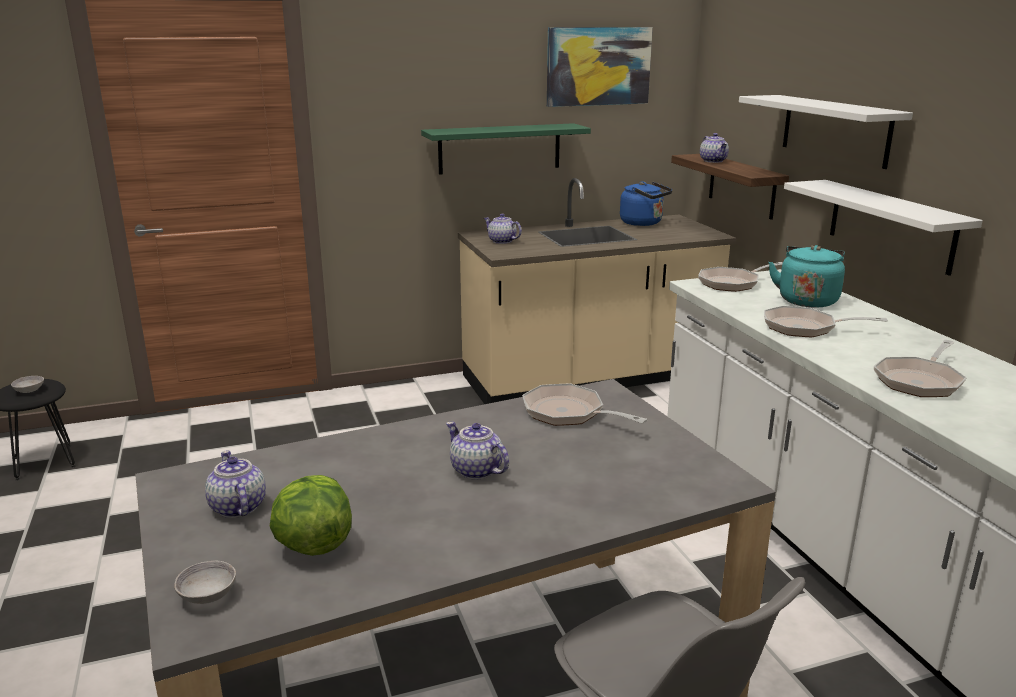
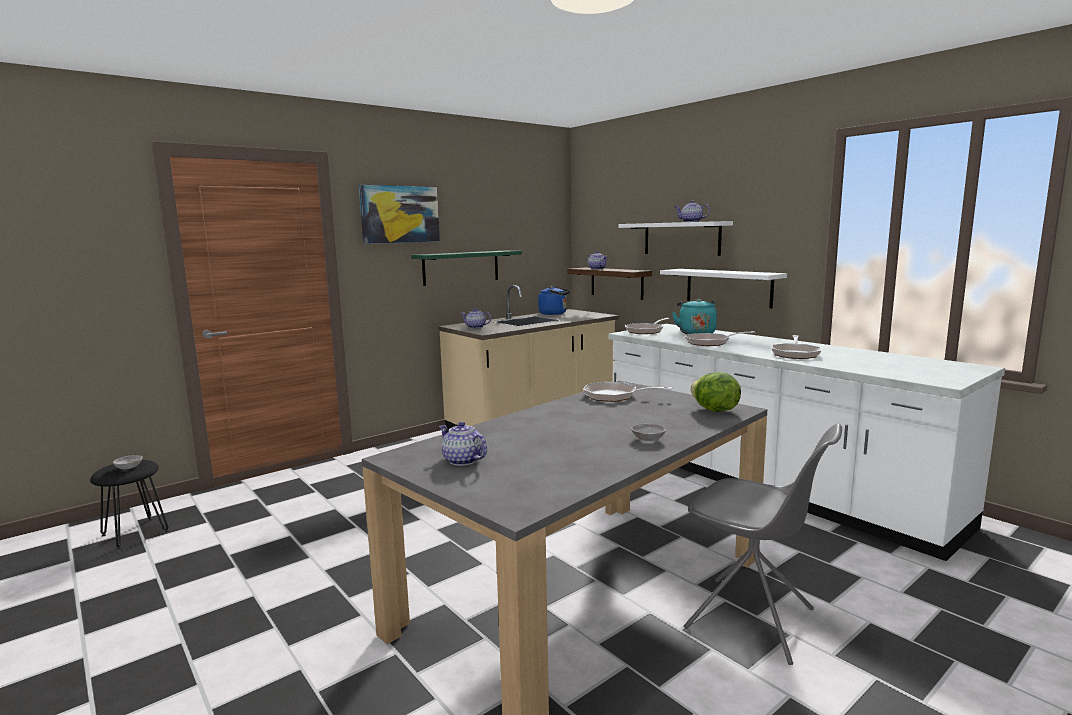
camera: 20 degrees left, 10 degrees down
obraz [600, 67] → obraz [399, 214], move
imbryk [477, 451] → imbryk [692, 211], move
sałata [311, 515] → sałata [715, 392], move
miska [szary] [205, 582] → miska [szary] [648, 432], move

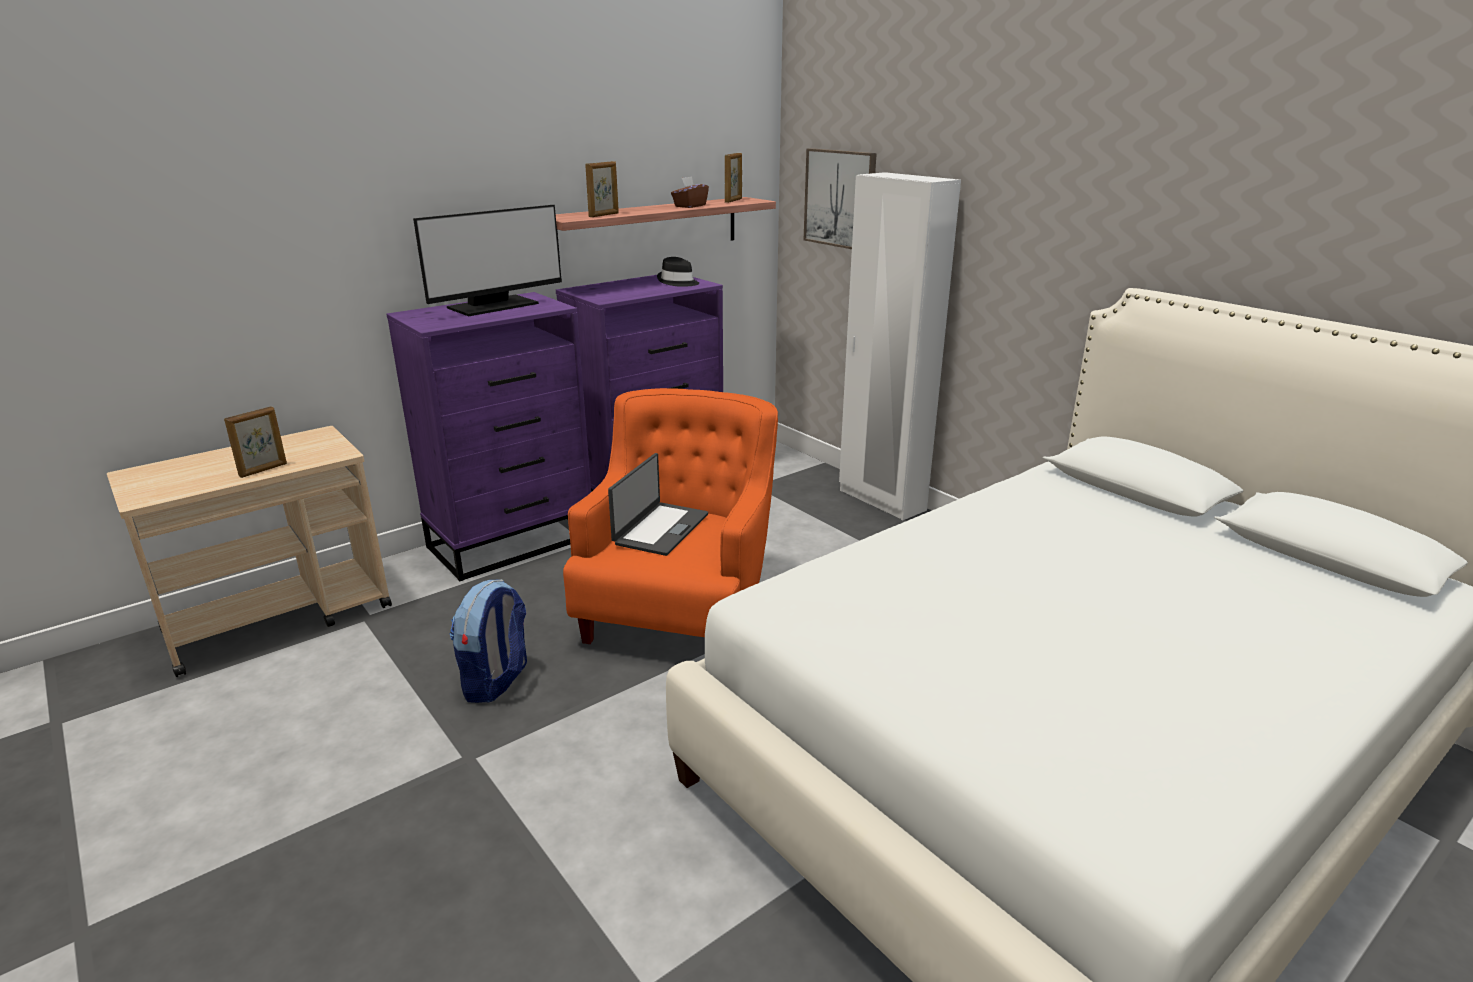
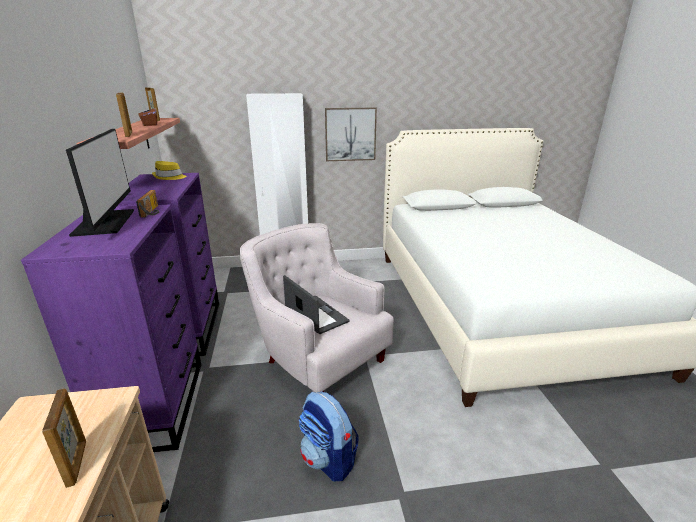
camera: 60 degrees left, 0 degrees up
obraz [840, 198] → obraz [351, 134], move
kapelusz [czarny] [678, 272] → kapelusz [żółty] [169, 170]
fotel [pomarańczowy] [670, 516] → fotel [biały] [317, 307]
- → radio [147, 204]

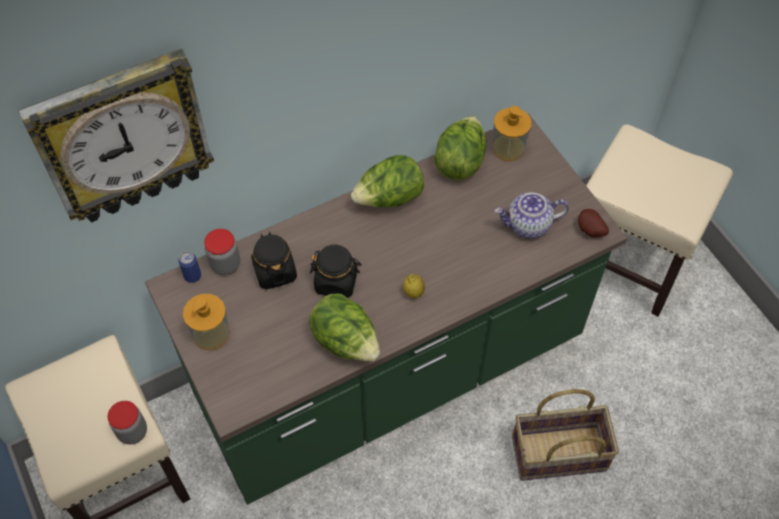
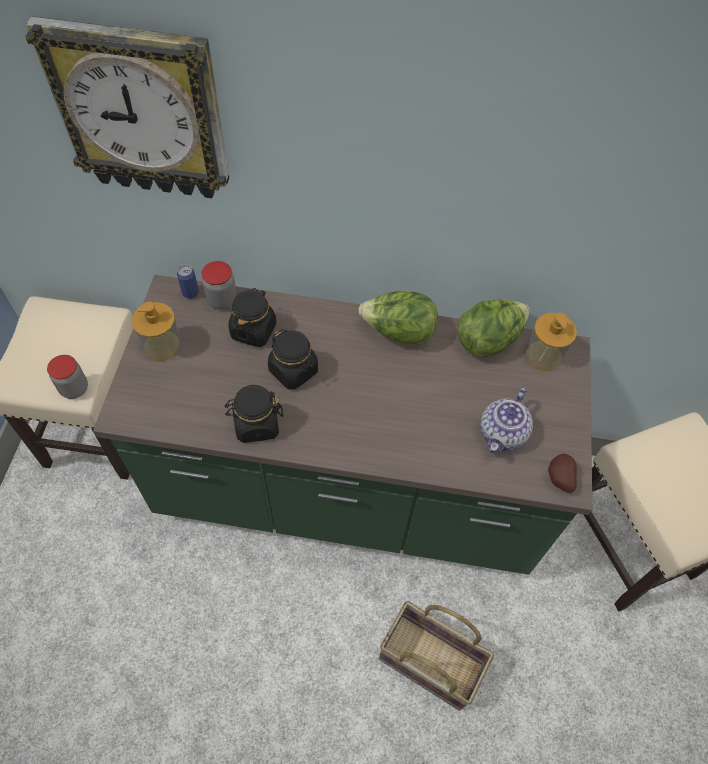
camera: 35 degrees right, 0 degrees up
imbryk [532, 215] → imbryk [506, 420], 90 degrees counterclockwise
cytryna [414, 286] → -
sałata [344, 327] → słoik [czarny] [254, 414]

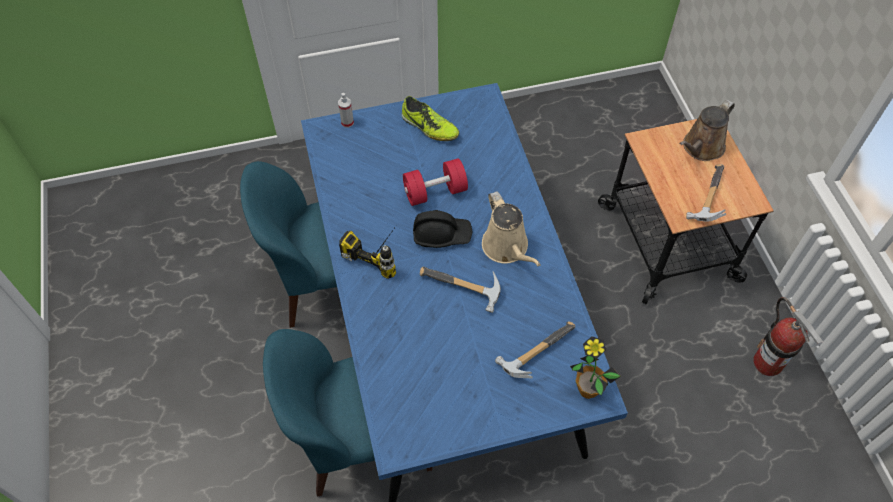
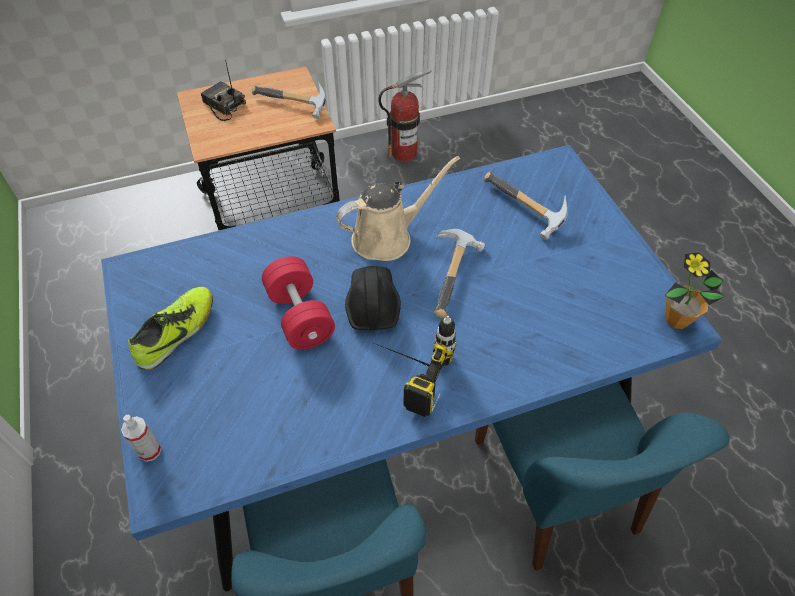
camera: 95 degrees left, 5 degrees down
konewka [brązowy] [707, 130] → radio [223, 90]
roślina doniczkowa [595, 367] → roślina doniczkowa [695, 290], move

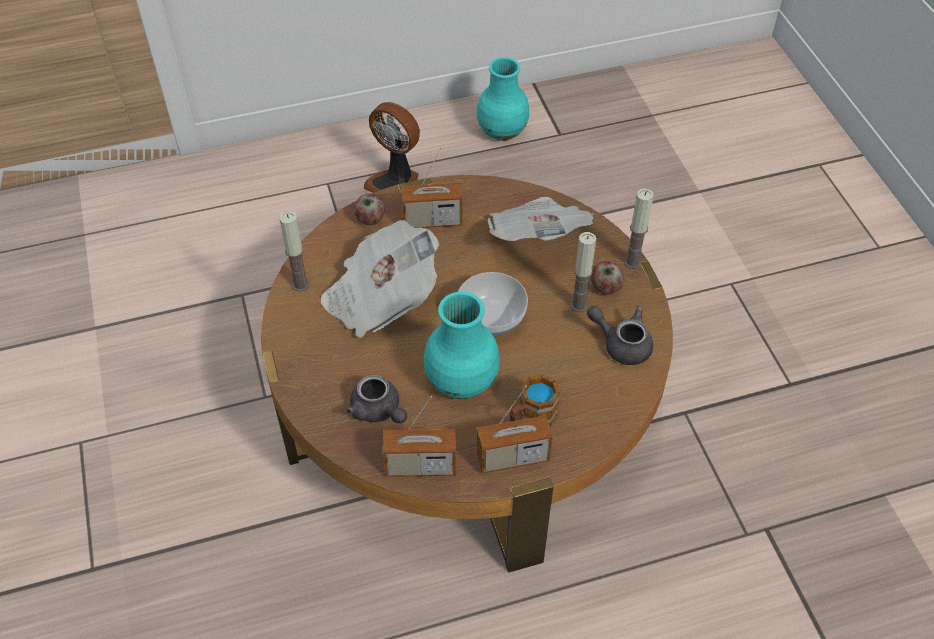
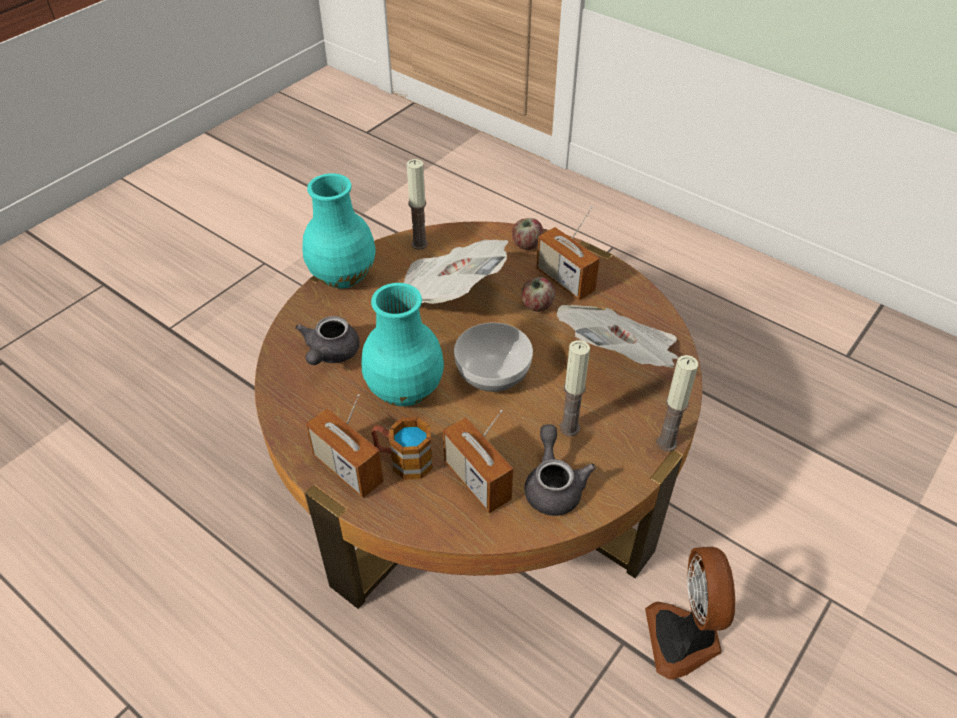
camera: 55 degrees right, 5 degrees down
wazon [turkusowy] [503, 99] → wazon [turkusowy] [338, 231], move
wentylator [392, 147] → wentylator [690, 613], move
jabłko [607, 277] → jabłko [538, 294], move
radio [419, 436] → radio [478, 461], move

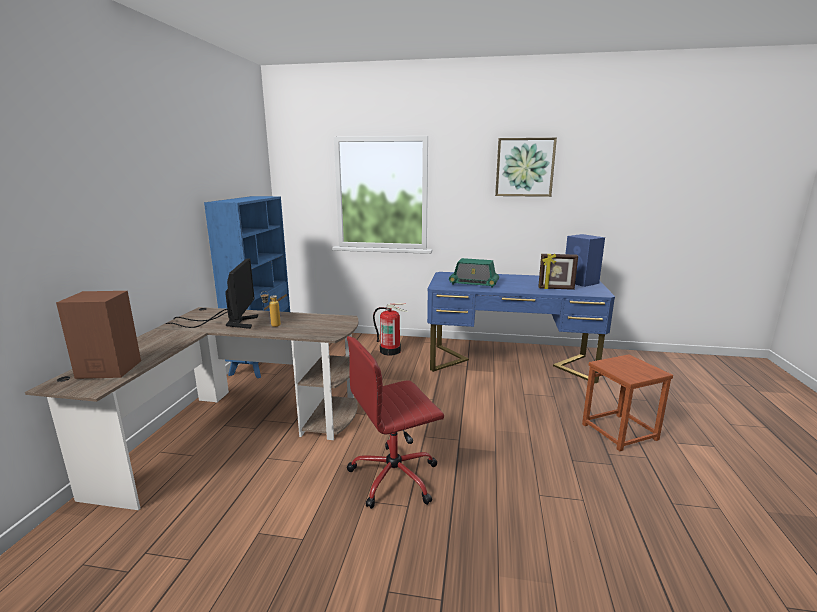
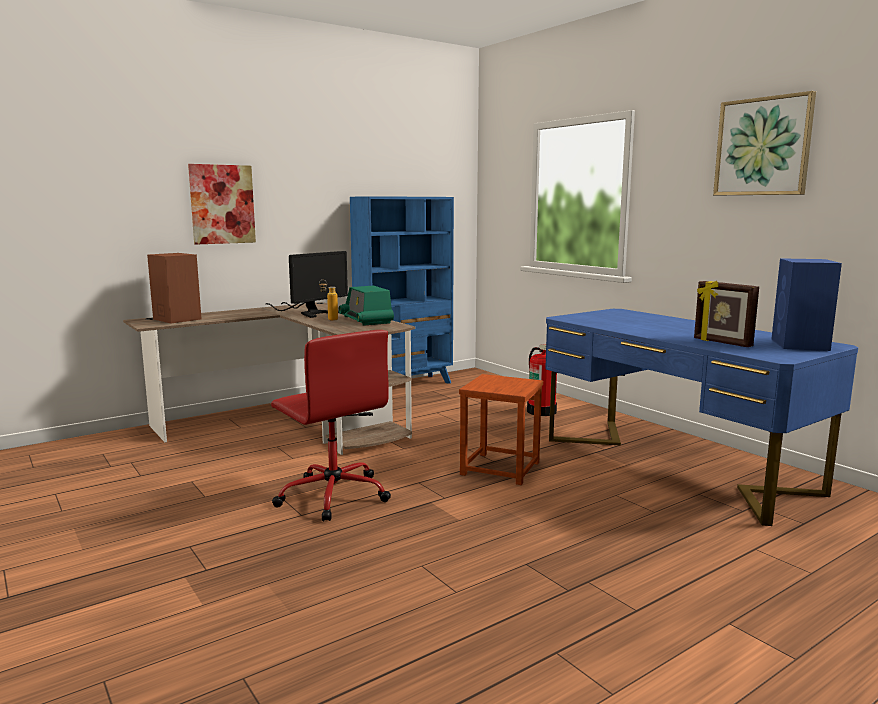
camera: 45 degrees right, 5 degrees down
radio [474, 273] → radio [366, 306], move
krzesło biurowe [czerwony] [395, 422] → krzesło biurowe [czerwony] [331, 425], 150 degrees counterclockwise
stołek [brązowy] [627, 402] → stołek [brązowy] [501, 429], move
- → obraz [222, 204]

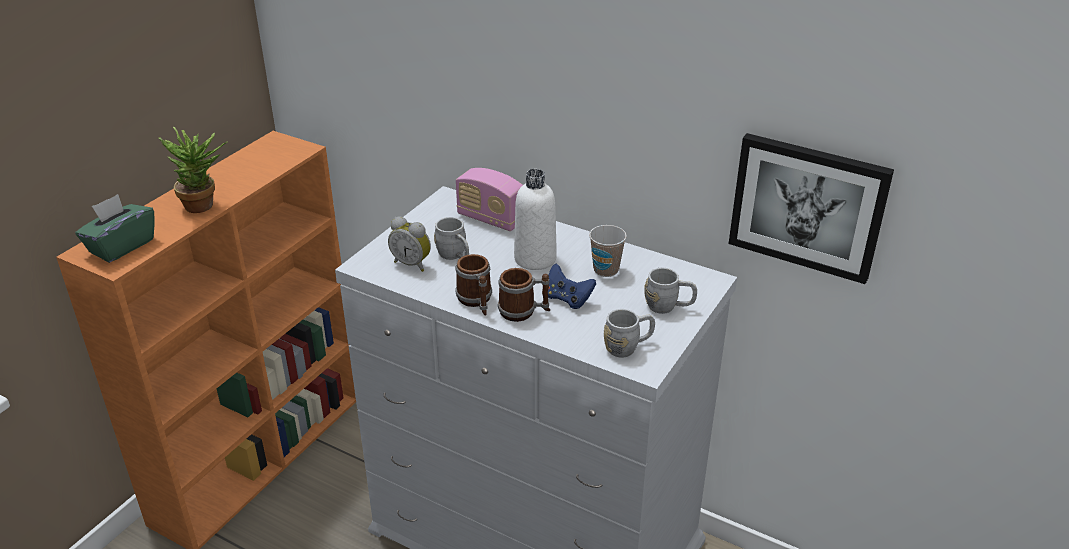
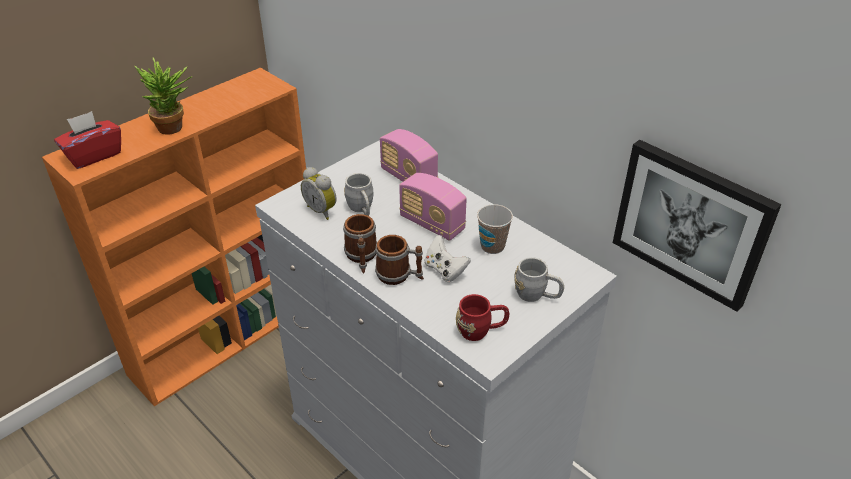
camera: 15 degrees right, 5 degrees up
butelka [biały] [535, 219] → radio [433, 207]
pudełko chusteczek [zielony] [114, 228] → pudełko chusteczek [czerwony] [87, 140]
pad do gier [niebieski] [572, 286] → pad do gier [biały] [447, 258]
kubek [szary] [629, 333] → kubek [czerwony] [482, 317]

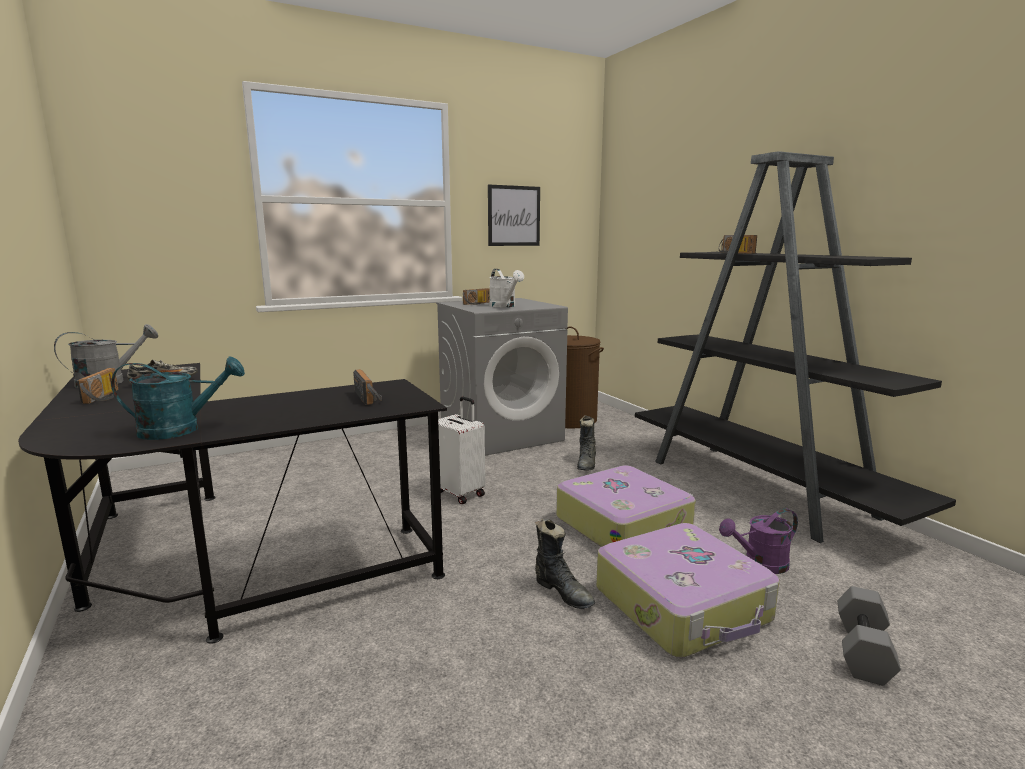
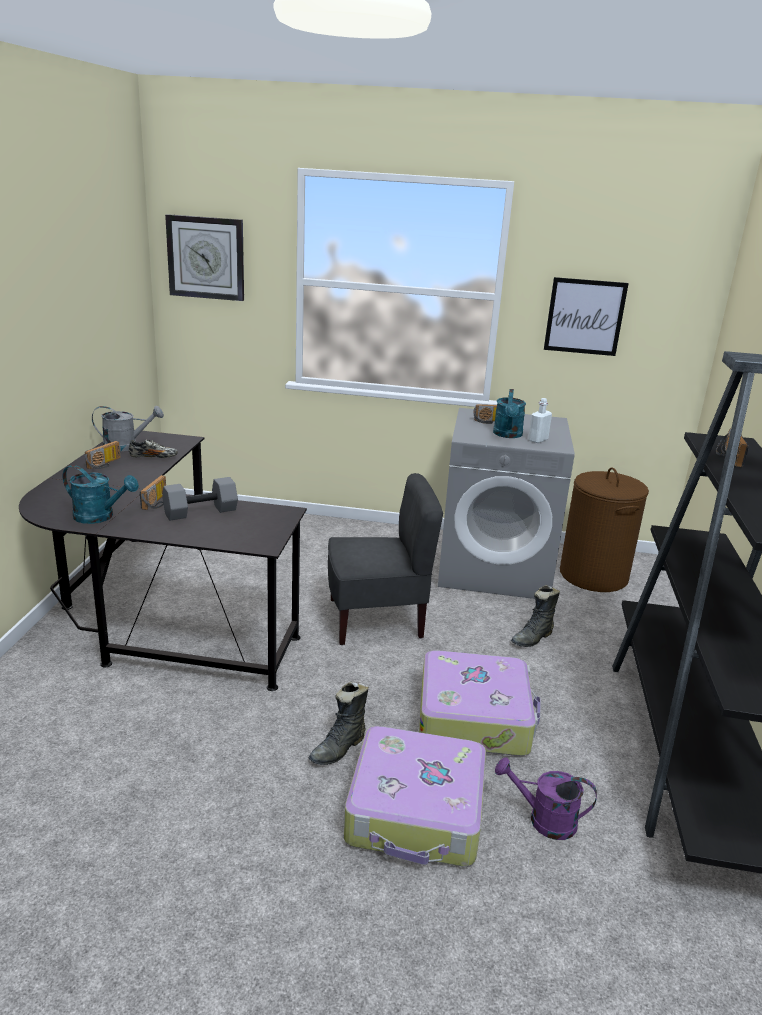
camera: 35 degrees right, 10 degrees up
konewka [biały] [506, 288] → konewka [turkusowy] [509, 413]
radio [367, 387] → radio [153, 492], move
walizka [biały] [461, 450] → krzesło [szary] [385, 559]
but z cholewką [czarny] [565, 564] → but z cholewką [czarny] [339, 723], 45 degrees clockwise
hantel [szary] [869, 636] → hantel [szary] [200, 499], move
- → zegar ścienny [204, 257]
- → butelka [biały] [540, 420]

